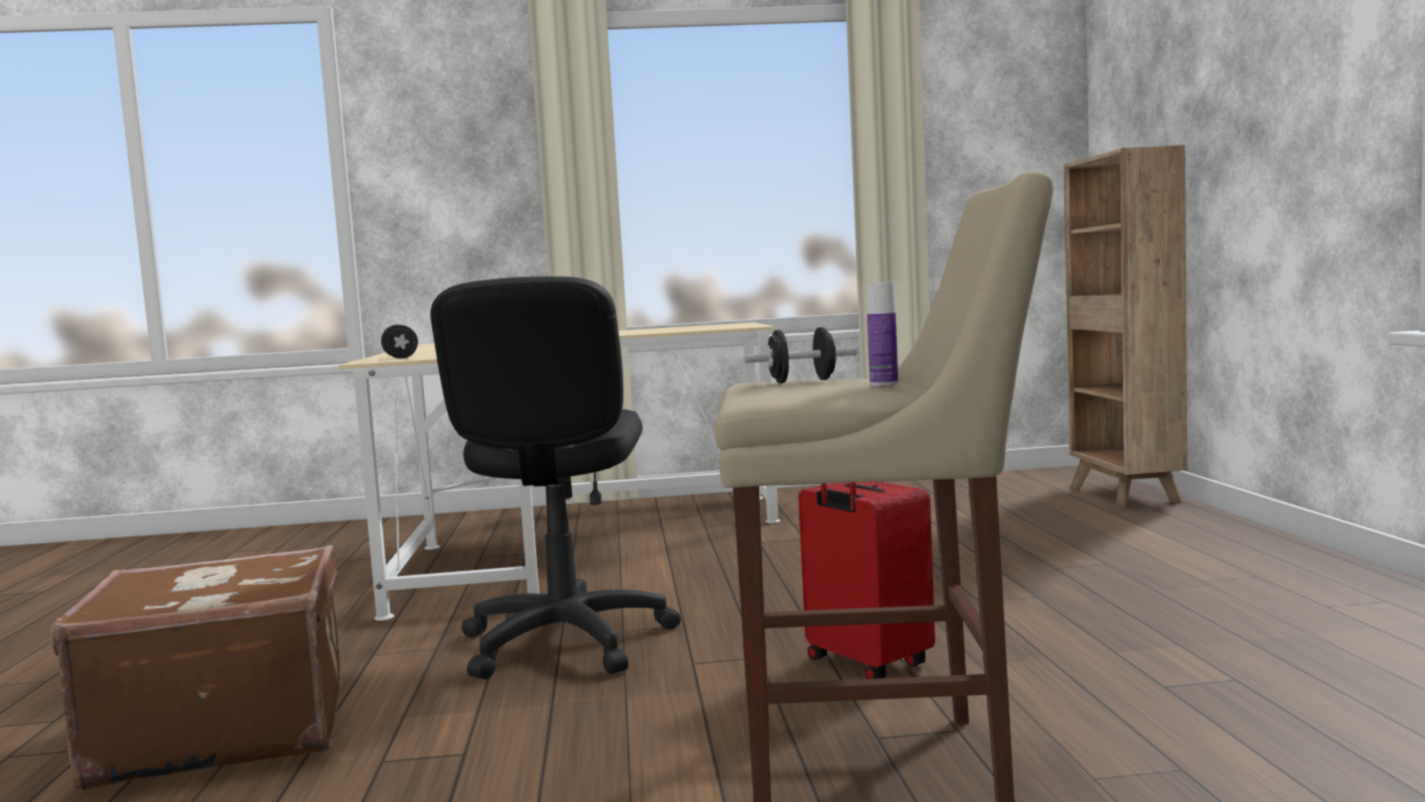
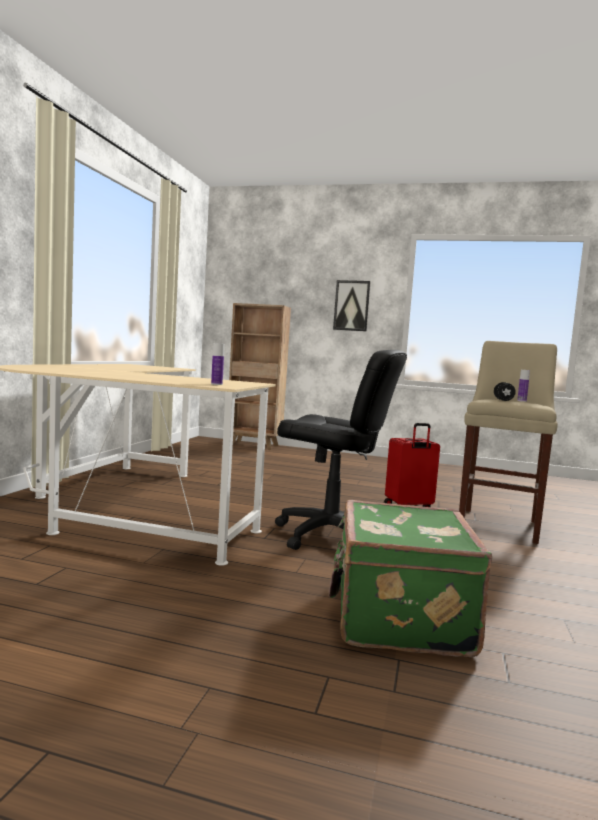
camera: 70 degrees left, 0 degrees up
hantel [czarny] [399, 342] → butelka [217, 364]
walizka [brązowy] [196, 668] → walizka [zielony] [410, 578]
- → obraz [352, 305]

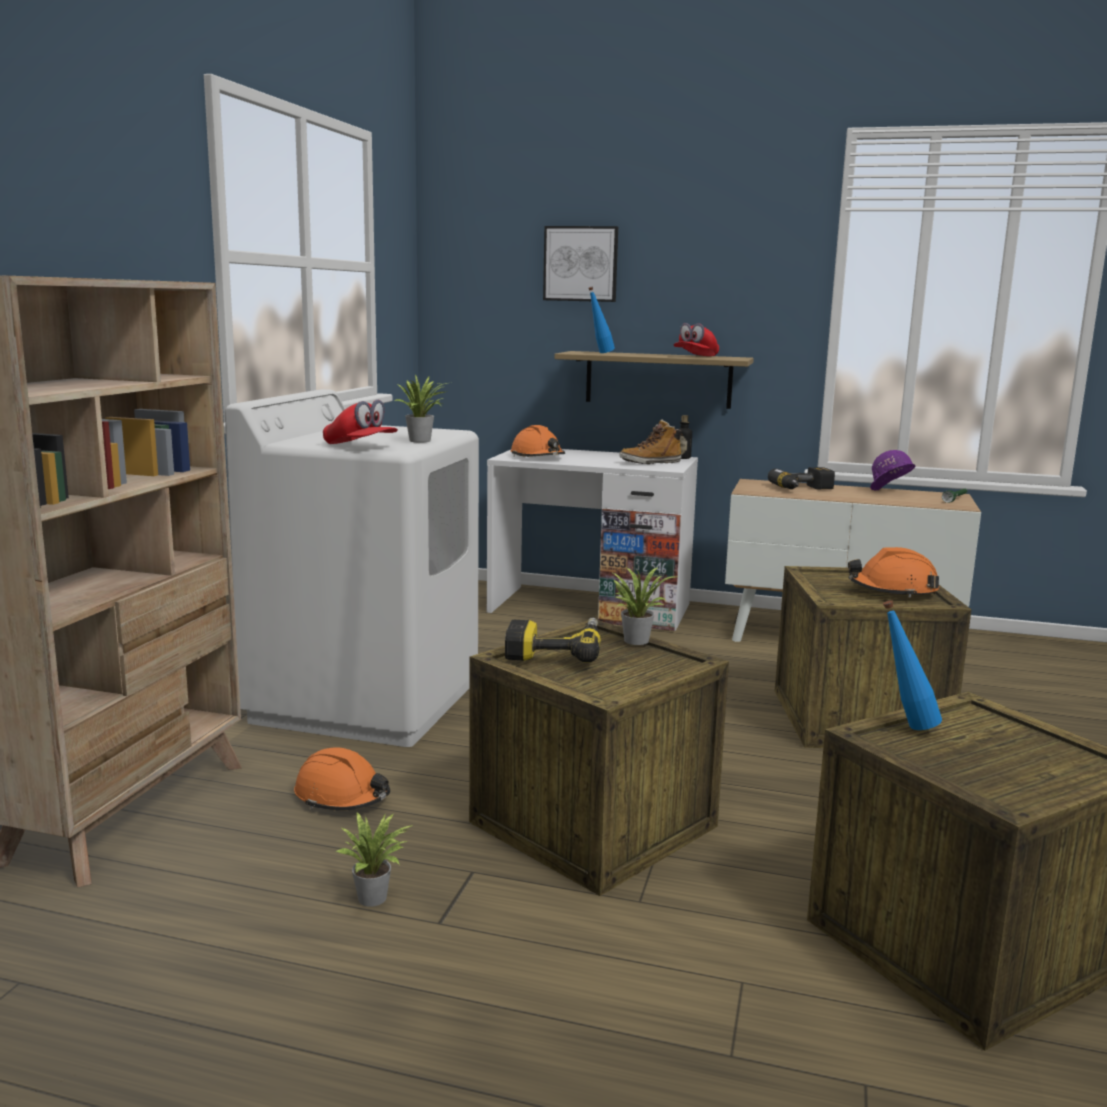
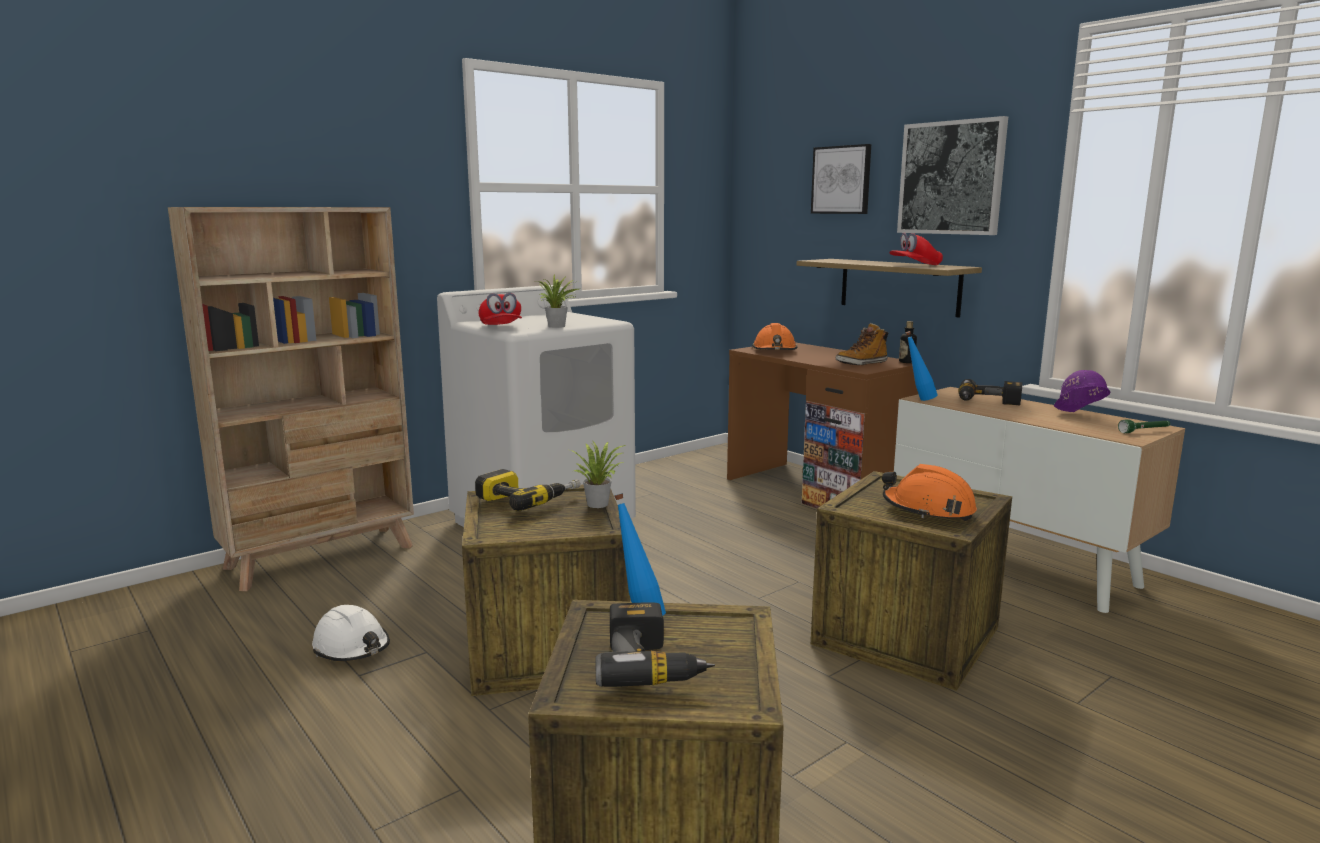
camera: 35 degrees right, 0 degrees up
butelka [niebieski] [601, 320] → butelka [niebieski] [922, 366], move
but z cholewką [651, 441] → but z cholewką [862, 344], 45 degrees counterclockwise
biurko [biały] [592, 540] → biurko [brązowy] [826, 425]
kask [pomarańczowy] [342, 779] → -
roślina doniczkowa [375, 859] → kask [biały] [351, 633]
- → obraz [952, 175]
- → wiertarka [655, 644]

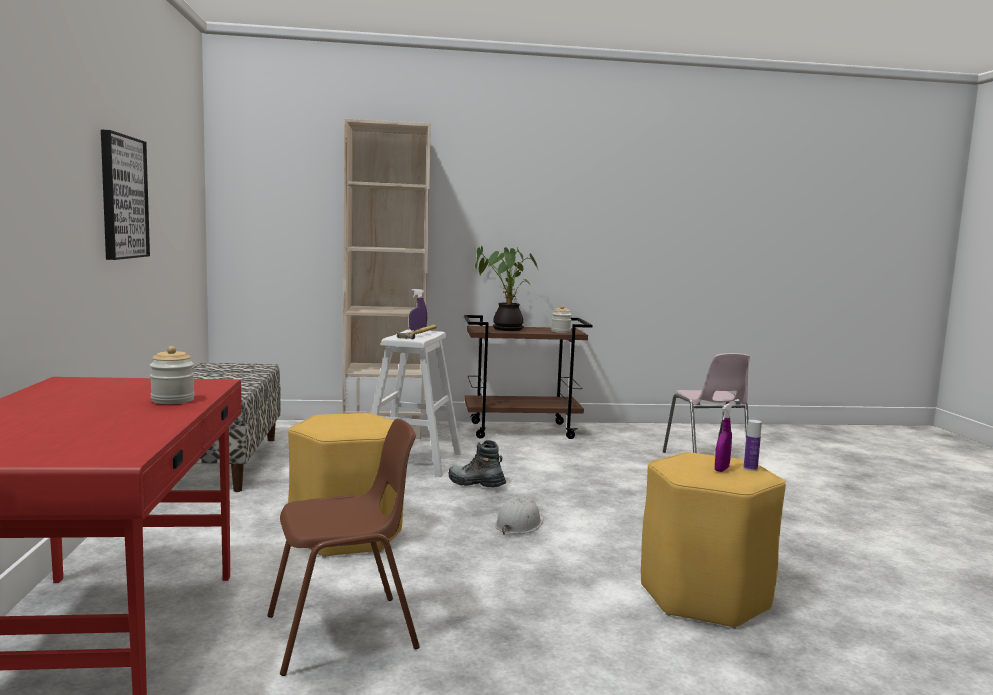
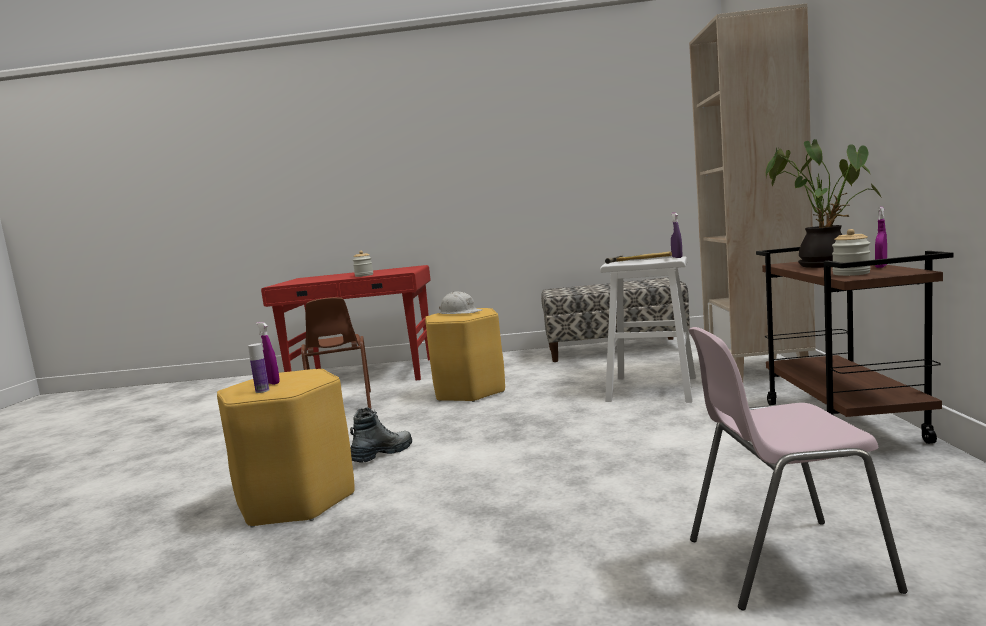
camera: 100 degrees right, 0 degrees up
obraz [125, 195] → -
but z cholewką [477, 464] → but z cholewką [381, 435], move
kask [biały] [519, 515] → kask [biały] [460, 303], move
- → spryskiwacz [fioletowy] [881, 237]

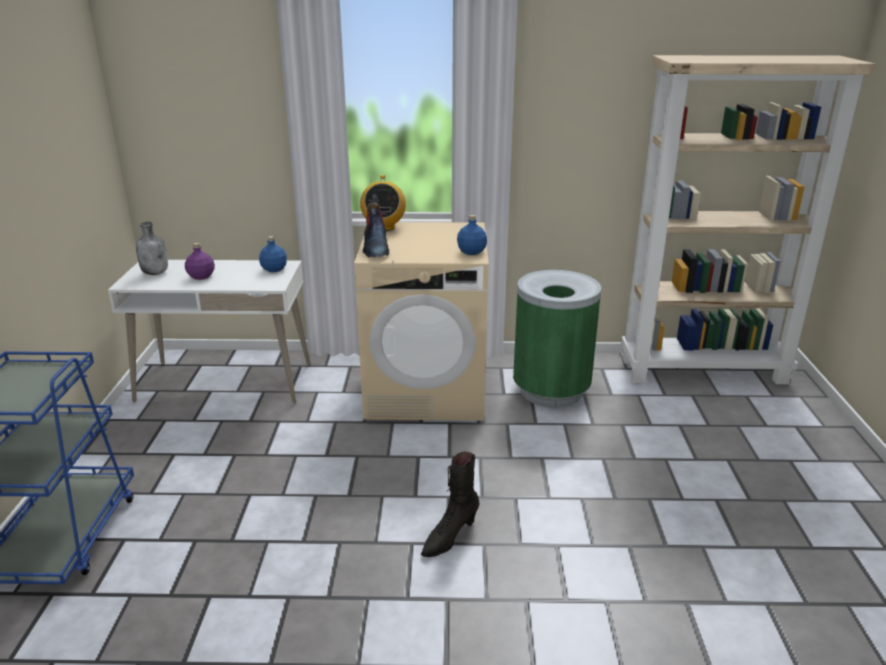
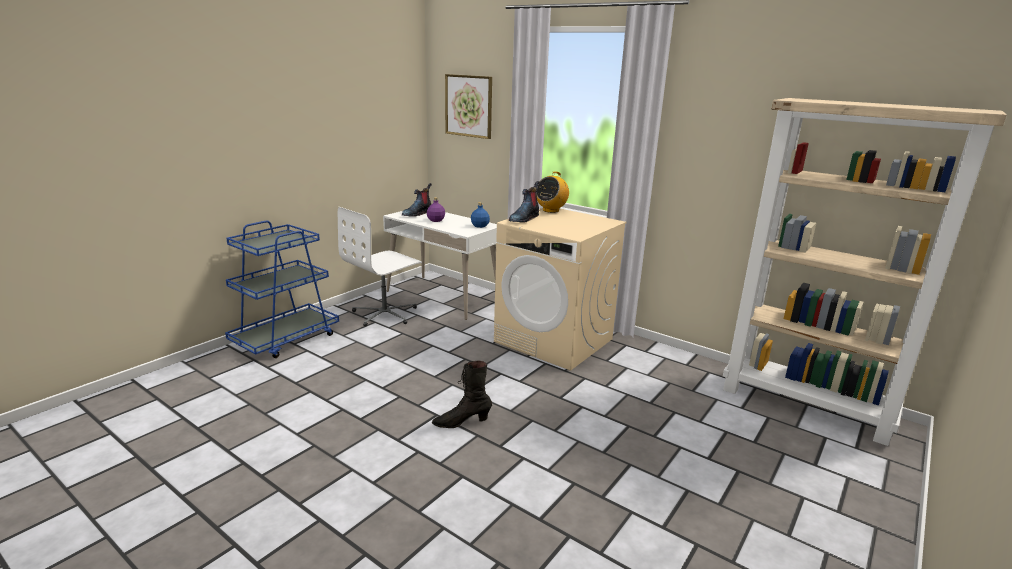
camera: 35 degrees right, 5 degrees down
butelka [niebieski] [472, 235] → -
butelka [szary] [152, 248] → but z cholewką [417, 200]
kosz na śmieci [zielony] [557, 339] → -
- → obraz [468, 106]
- → krzesło biurowe [biały] [380, 267]

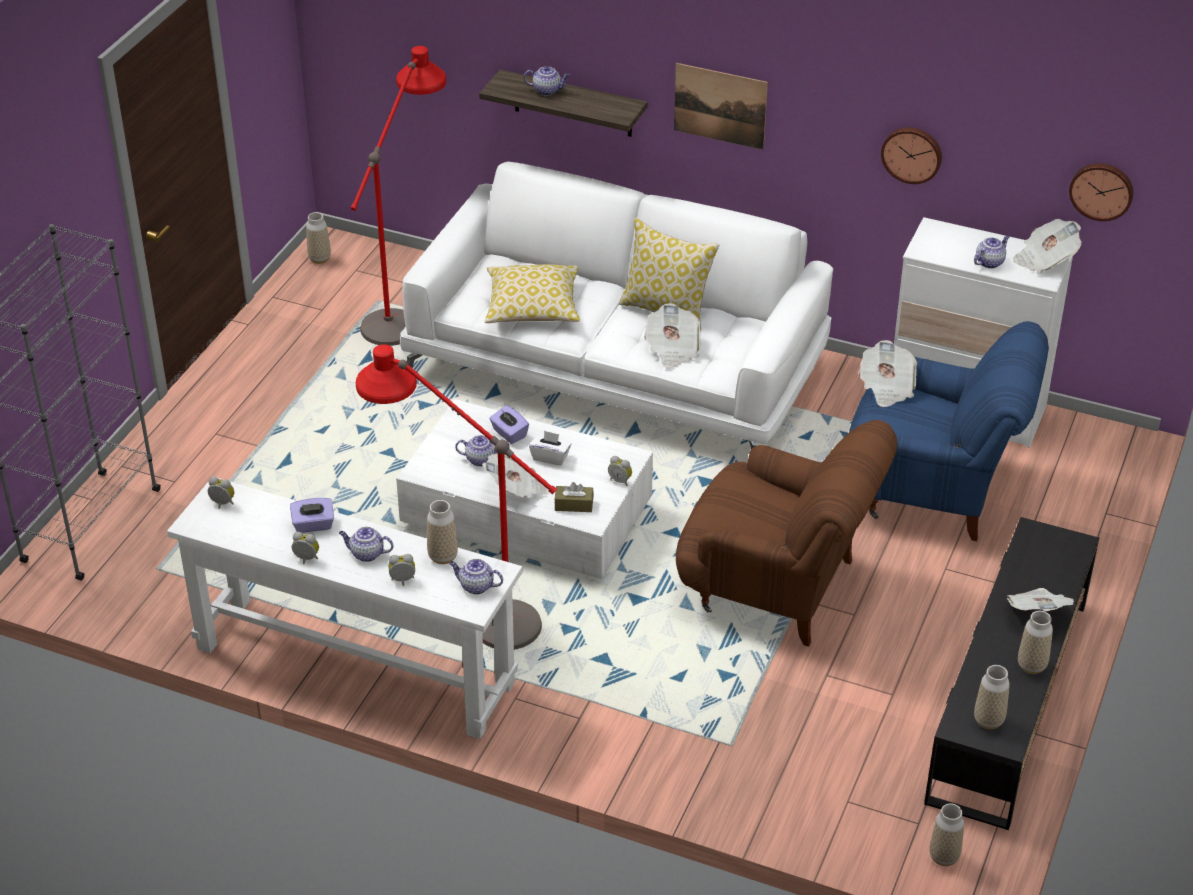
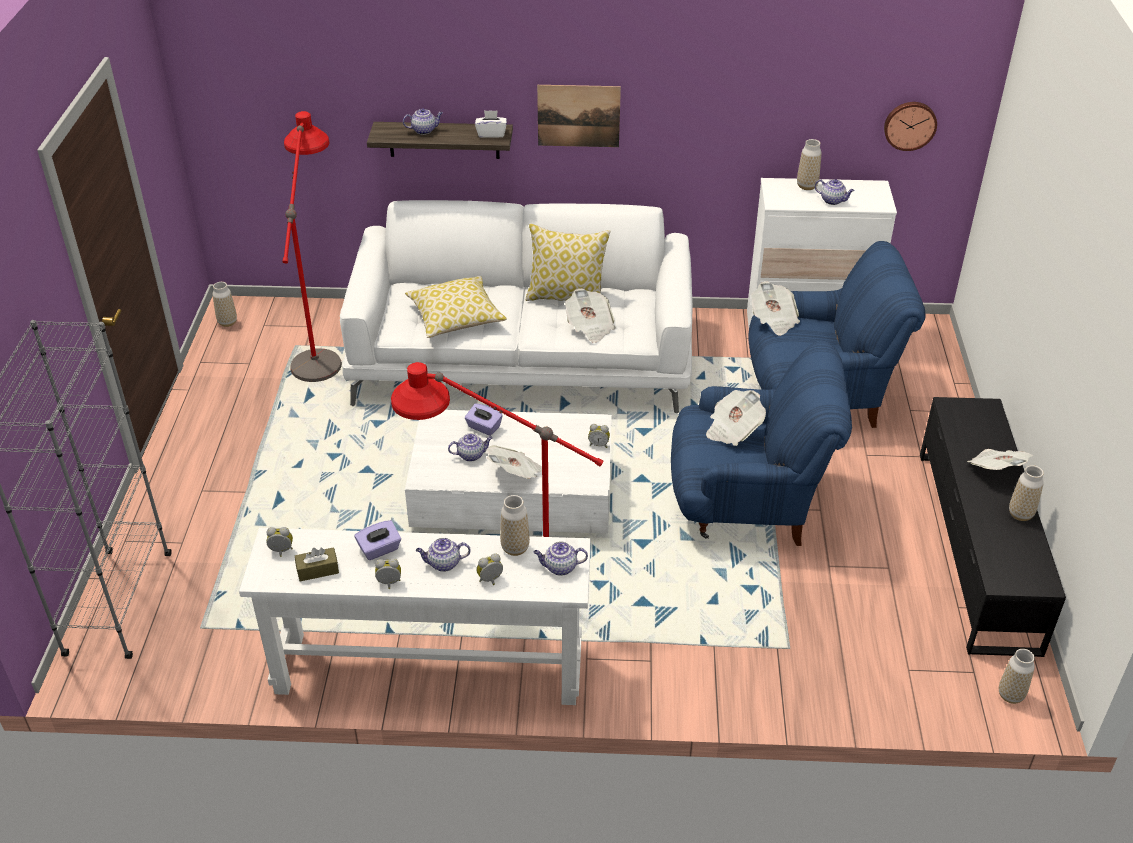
camera: 20 degrees left, 0 degrees up
zegar ścienny [911, 155] → -
gazeta [1047, 246] → gazeta [736, 418], move
imbryk [991, 252] → imbryk [835, 192], 90 degrees clockwise
fotel [brązowy] [786, 533] → fotel [niebieski] [761, 443]
pudełko chusteczek [biały] [550, 448] → pudełko chusteczek [biały] [491, 124], move
pudełko chusteczek [brązowy] [574, 497] → pudełko chusteczek [brązowy] [317, 564], move
wazon [992, 697] → wazon [809, 164], move

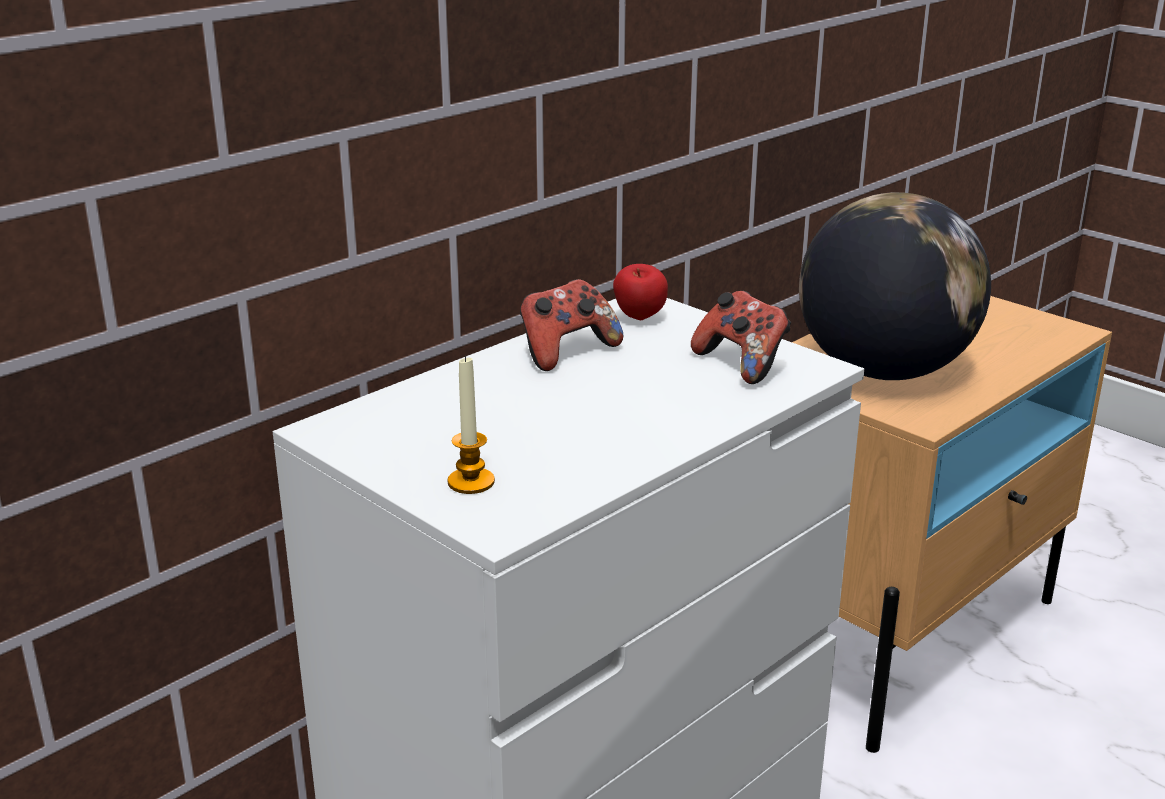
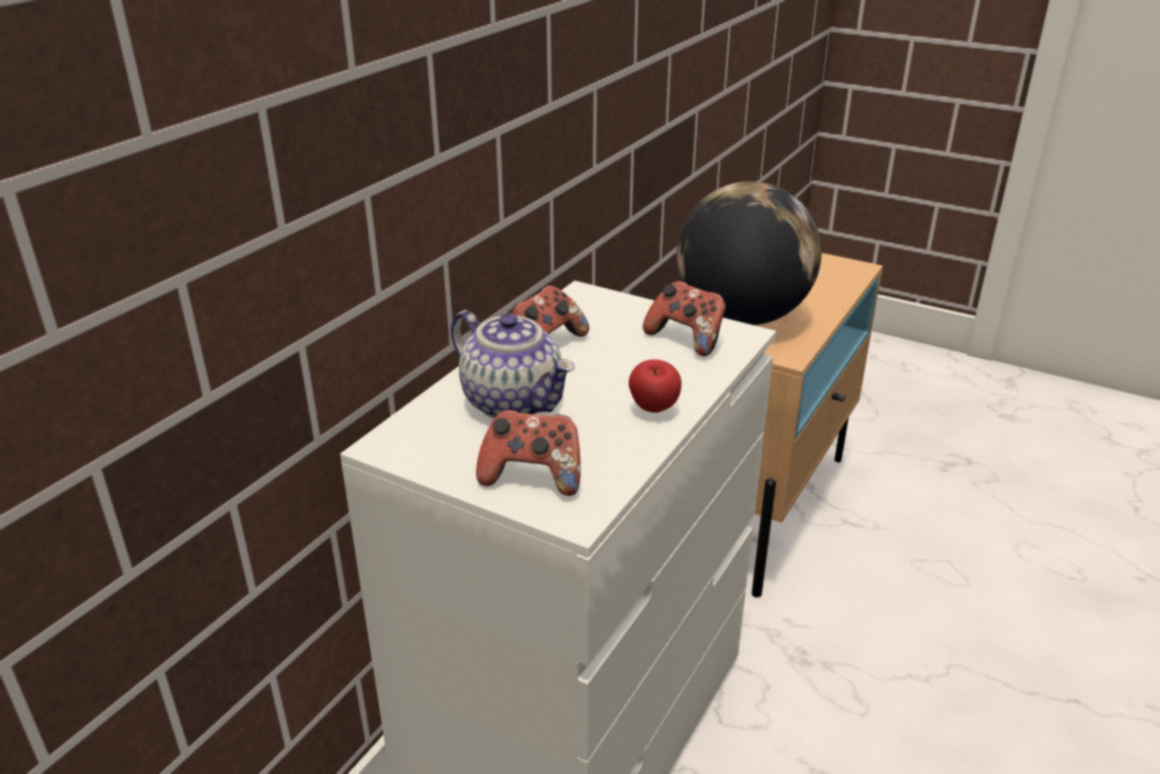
camera: 15 degrees left, 5 degrees up
jabłko [640, 292] → jabłko [655, 386], move
świeca [471, 424] → pad do gier [528, 453]
- → imbryk [513, 364]

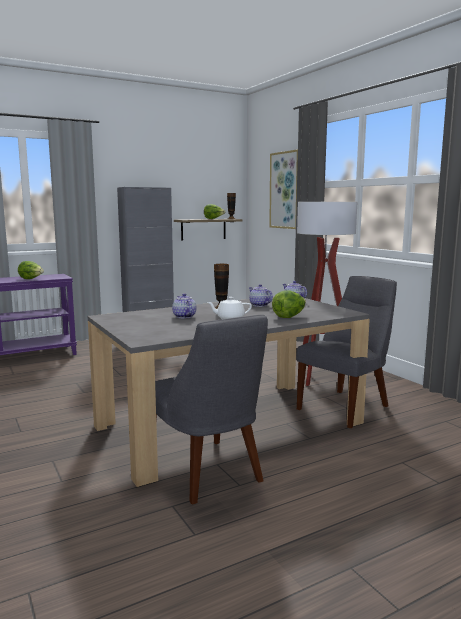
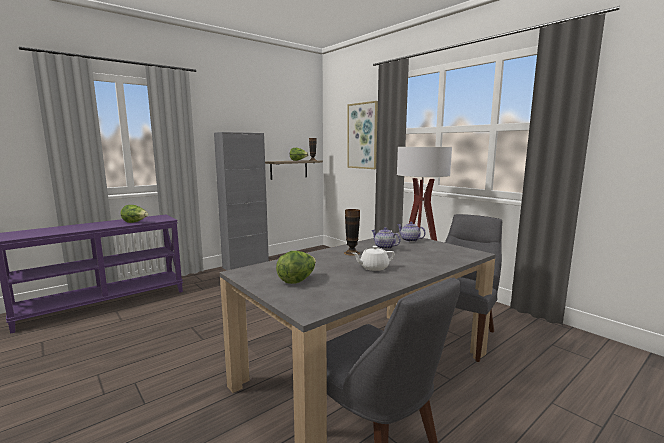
camera: 10 degrees left, 0 degrees up
sałata [289, 304] → sałata [296, 267], move
imbryk [184, 305] → -

